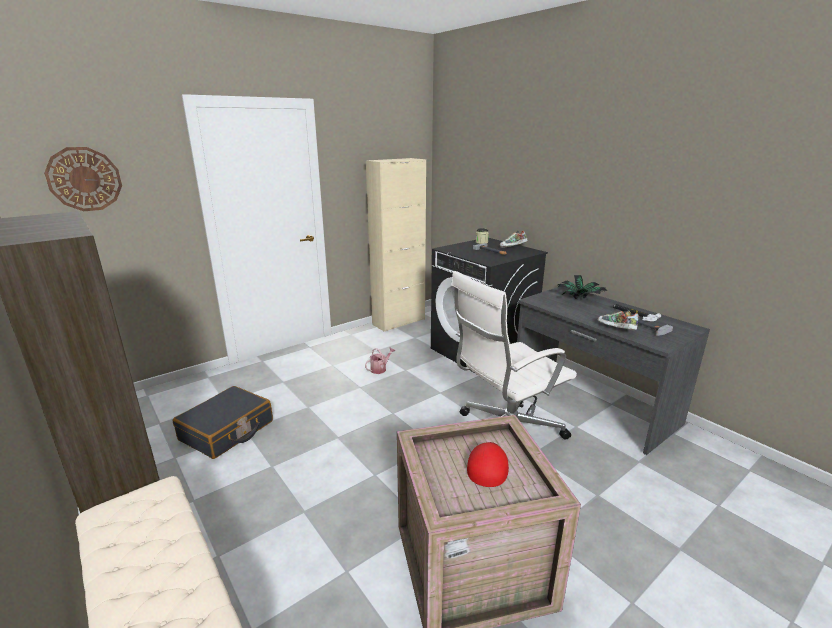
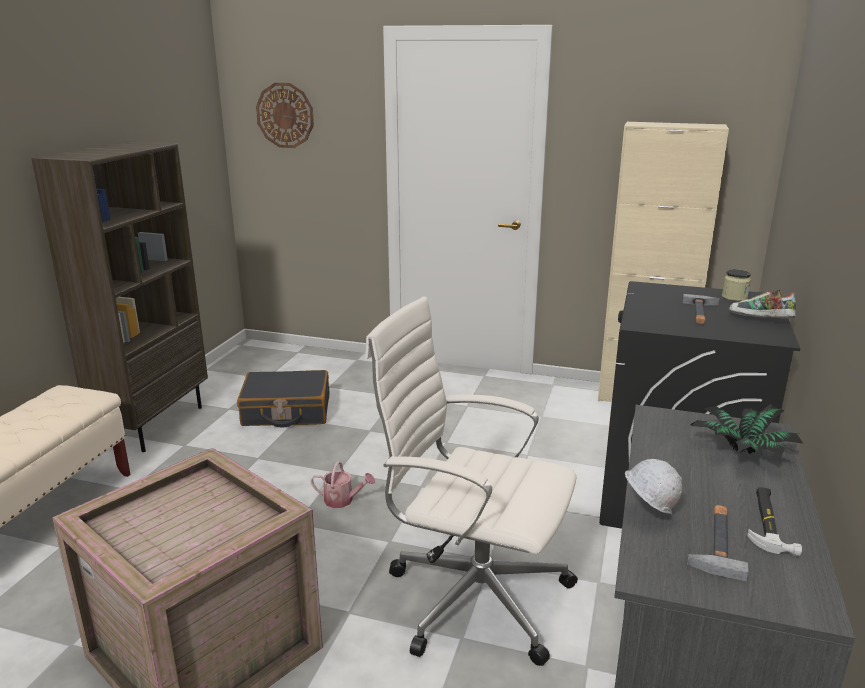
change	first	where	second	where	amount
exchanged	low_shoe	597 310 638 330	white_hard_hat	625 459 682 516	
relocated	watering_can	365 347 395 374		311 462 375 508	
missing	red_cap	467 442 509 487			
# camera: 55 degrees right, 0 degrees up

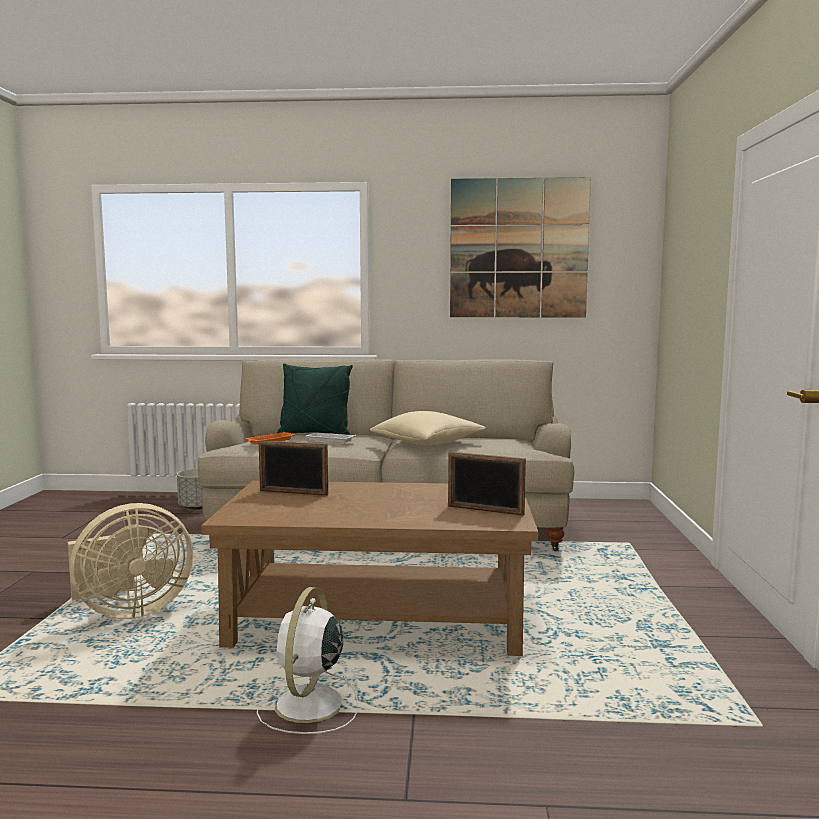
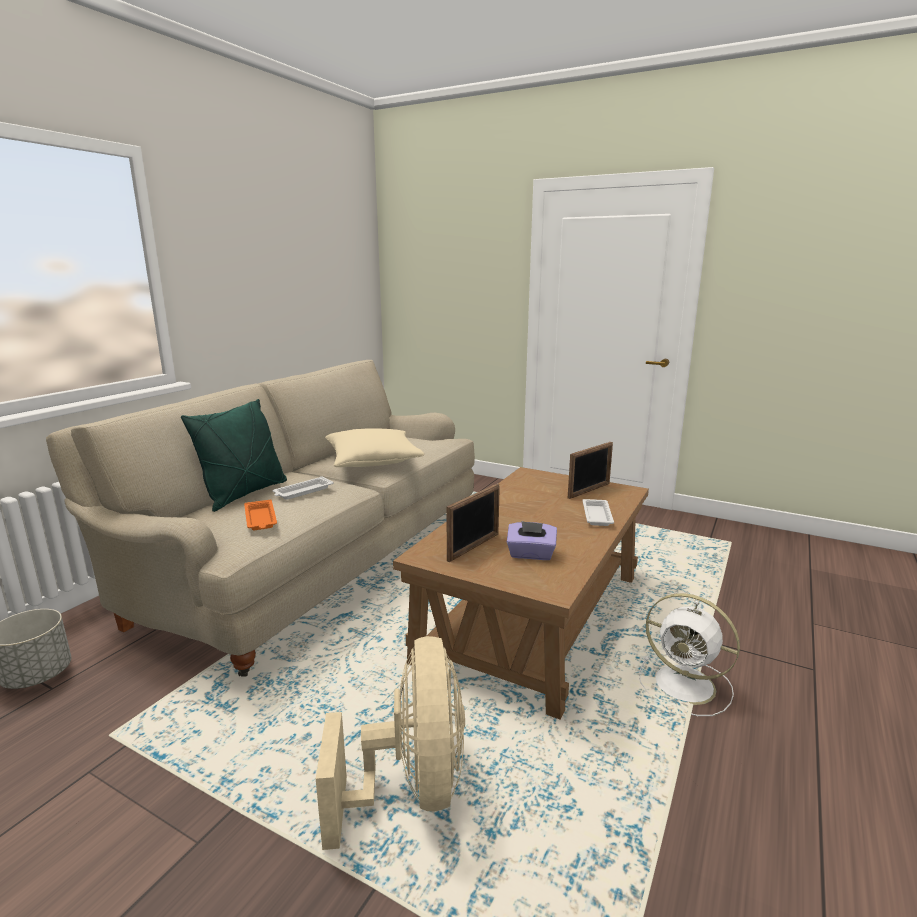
change	first	where	second	where	amount
missing	picture	450 177 591 317			
appeared			white_carrying_tray	582 499 614 526	
appeared			purple-coloured_tissue_box	507 521 557 560	
# camera: 65 degrees left, 10 degrees up

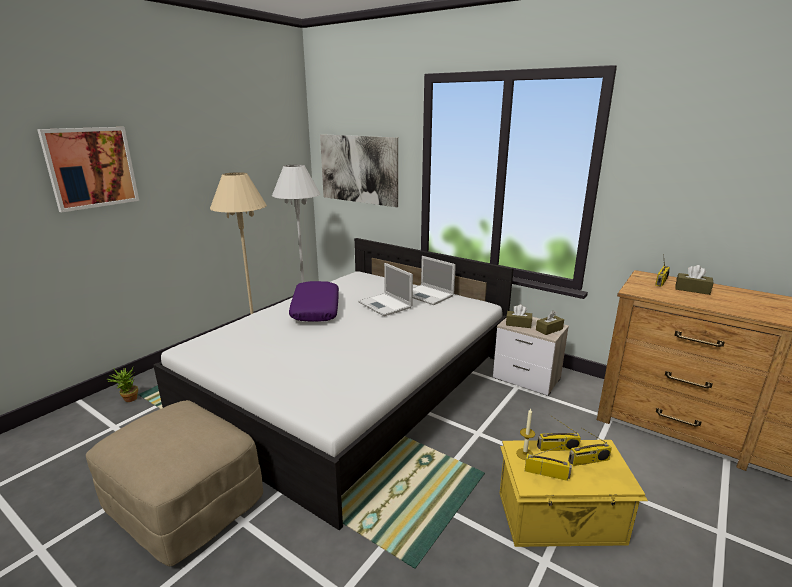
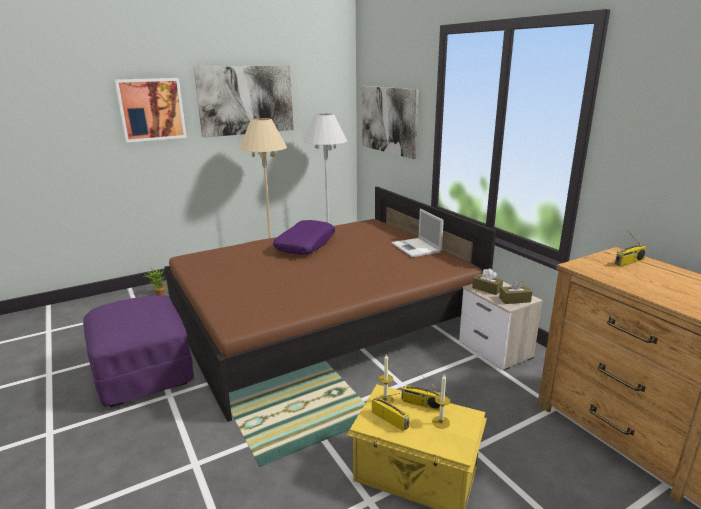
change	first	where	second	where	amount
colour	white_bedroom_bed	153 238 514 530	brownish_bedroom_bed	165 186 496 422	
missing	portable_computer	358 263 413 316			
missing	brownish_tissue_box	676 265 714 295			
colour	sand-coloured_ottoman	86 400 263 566	purple-coloured_ottoman	83 295 194 407	
exchanged	radio_set	568 427 612 466	wax_light	432 374 450 429	
appeared			picture	194 66 294 138	
# camera: 25 degrees right, 0 degrees up

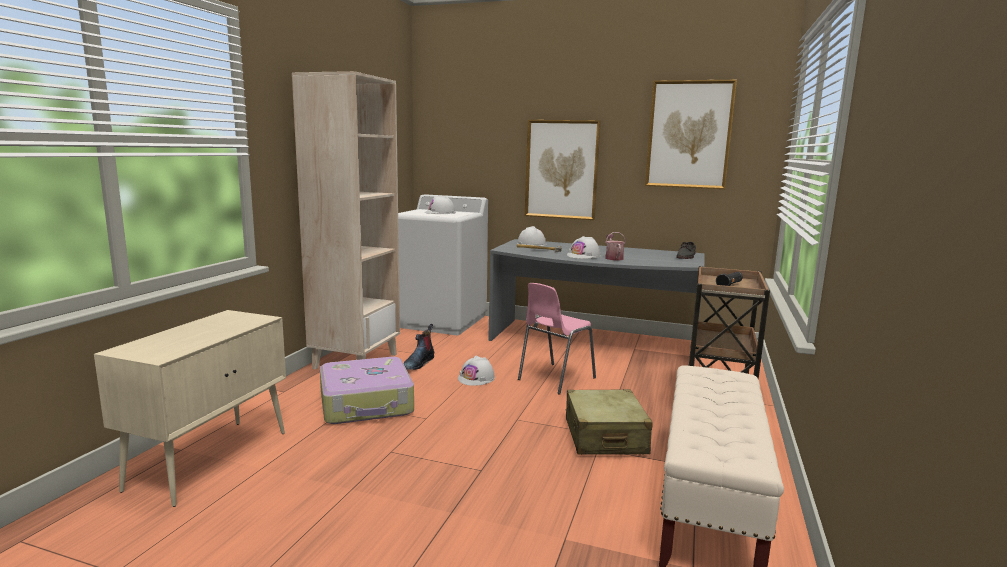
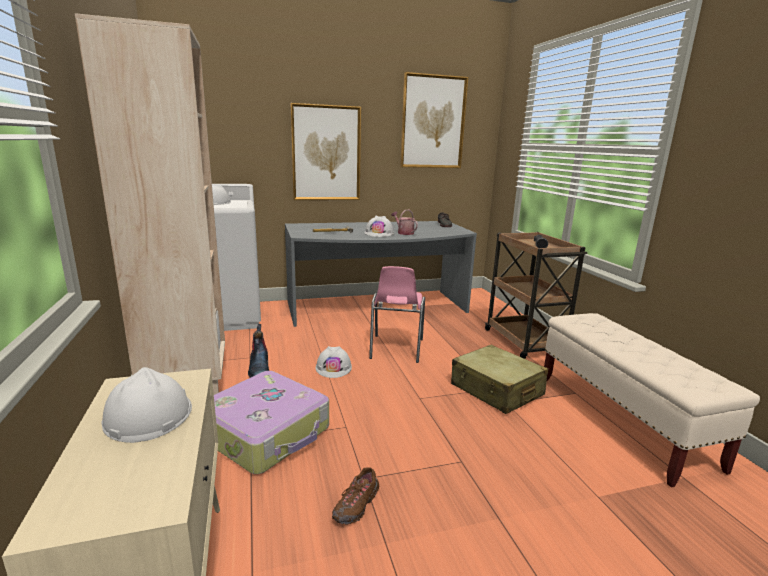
change	first	where	second	where	amount
relocated	white_hard_hat	517 226 547 246		102 367 192 443	
appeared			brownish_low_shoe	332 467 379 524	
# camera: 35 degrees left, 5 degrees up

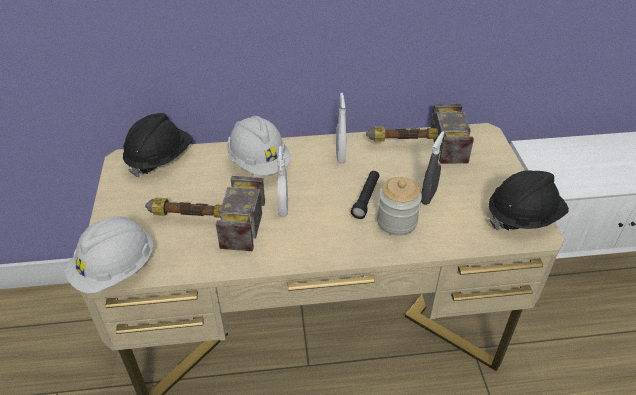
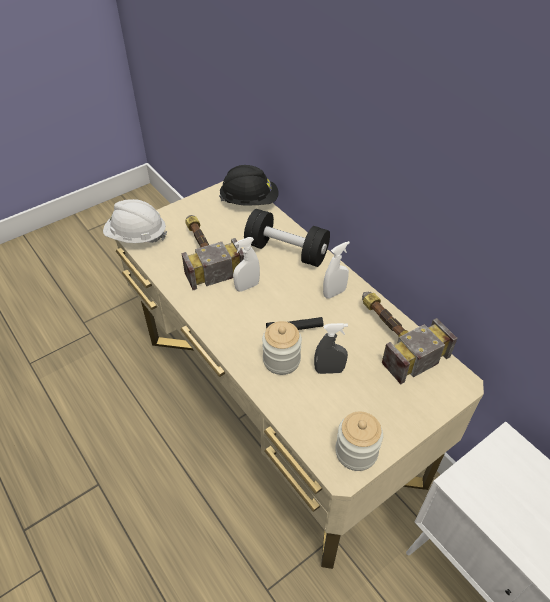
change	first	where	second	where	amount
exchanged	white_hard_hat	227 116 291 176	black_free_weight	244 209 330 267	
exchanged	black_hard_hat	489 171 569 231	jar	335 411 383 471	
# camera: 60 degrees right, 5 degrees up

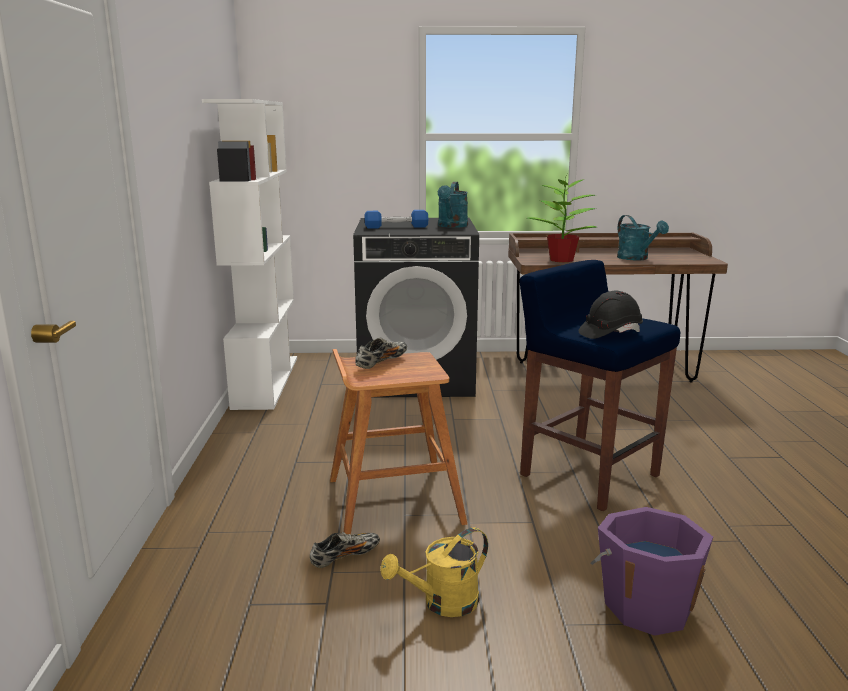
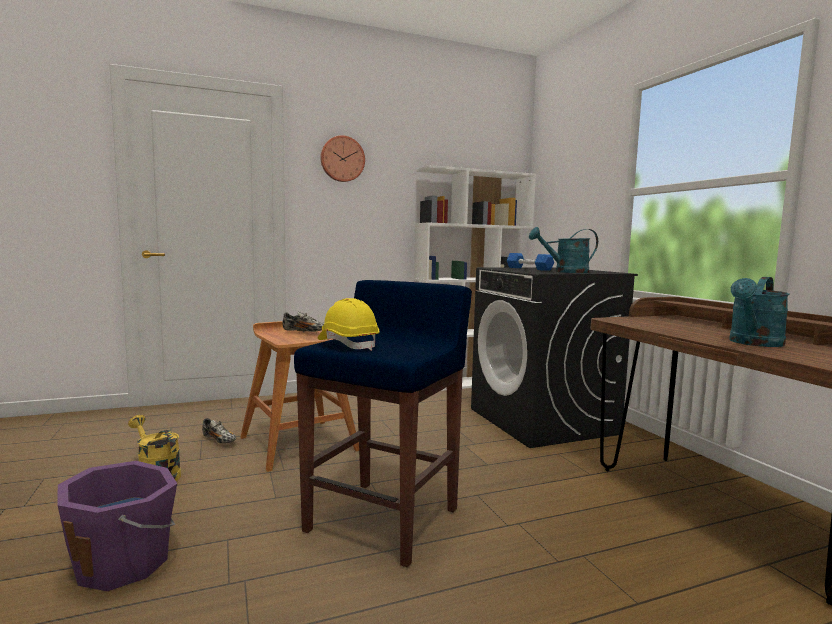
change	first	where	second	where	amount
missing	potted_plant	528 174 597 262			
colour	black_hard_hat	579 291 643 339	yellow_hard_hat	318 298 379 351	
appeared			clock_on_the_wall	320 135 365 182	
# camera: 70 degrees right, 10 degrees down

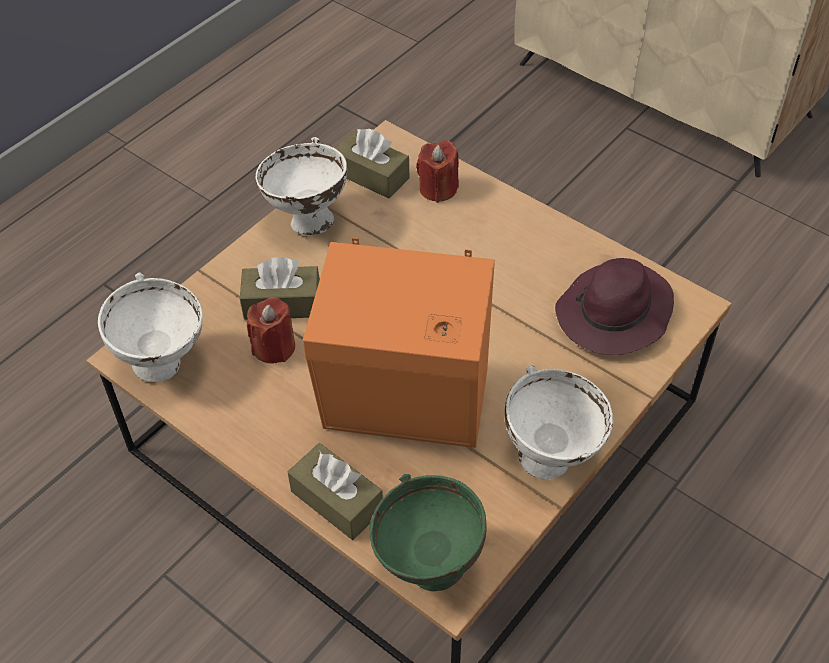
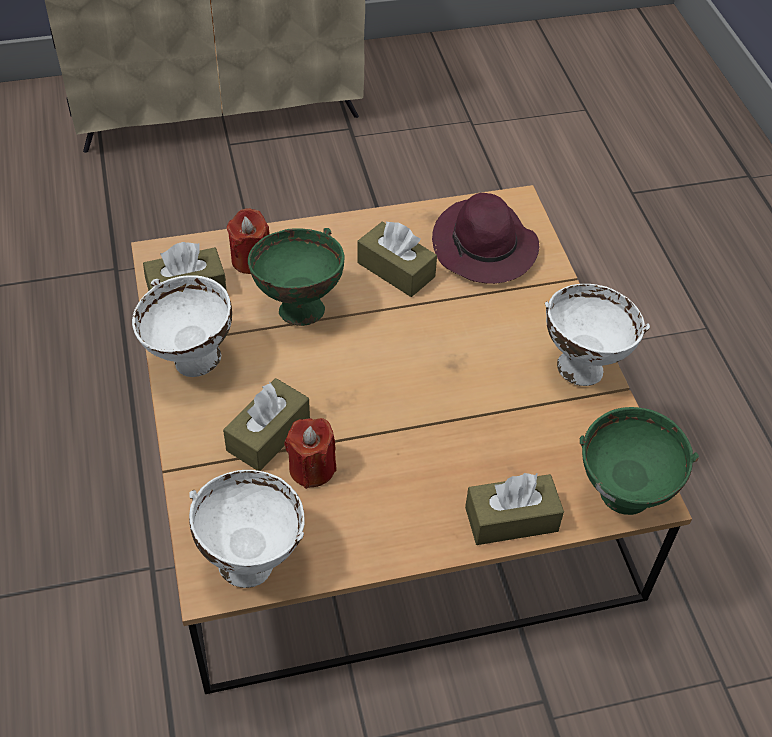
change	first	where	second	where	amount
missing	orangey_loudspeaker	303 238 495 448			
appeared			brownish_tissue_box	357 221 437 297	
appeared			greenish_serving_bowl	248 228 345 326	
# camera: 55 degrees left, 0 degrees up

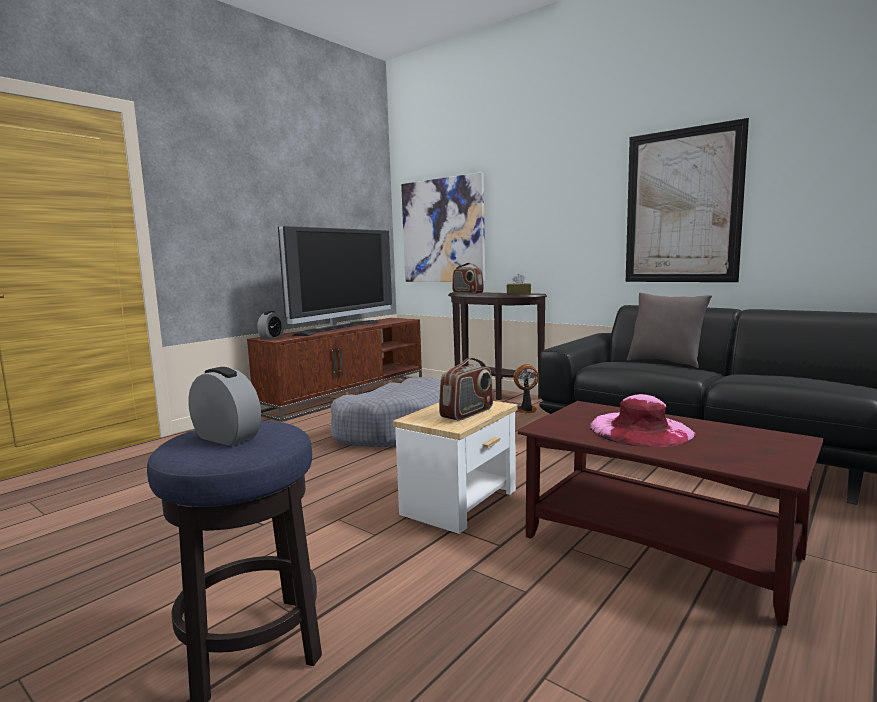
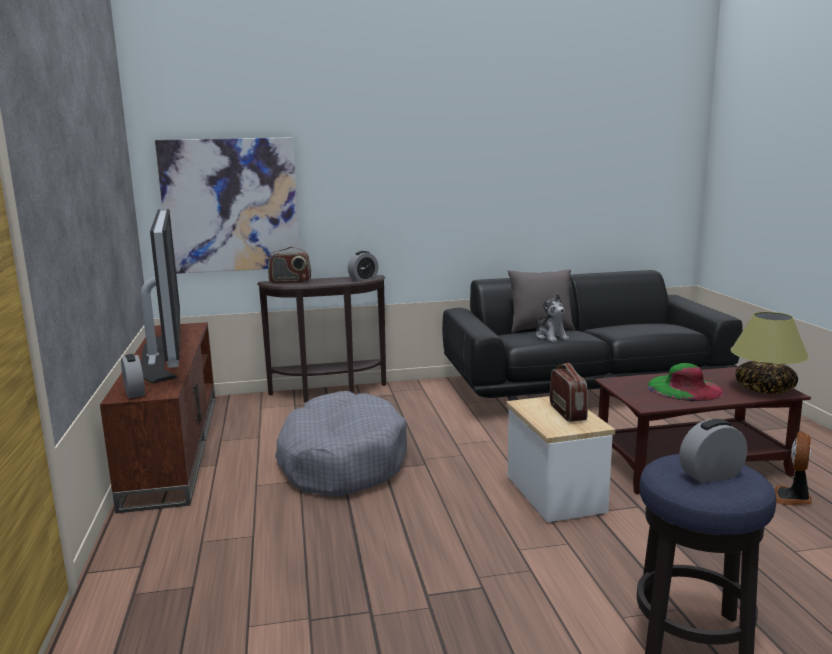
change	first	where	second	where	amount
missing	picture	626 118 749 282			
exchanged	brownish_tissue_box	506 274 531 295	bedside_clock	348 251 378 281	
relocated	electric_fan	514 364 539 413		775 432 812 505	
colour	pinkish_clothing_hat	590 394 696 447	greenish_clothing_hat	647 363 723 401	
appeared			plush_toy	536 294 569 342	
appeared			table_lamp	731 312 809 394	
# camera: 50 degrees left, 5 degrees up

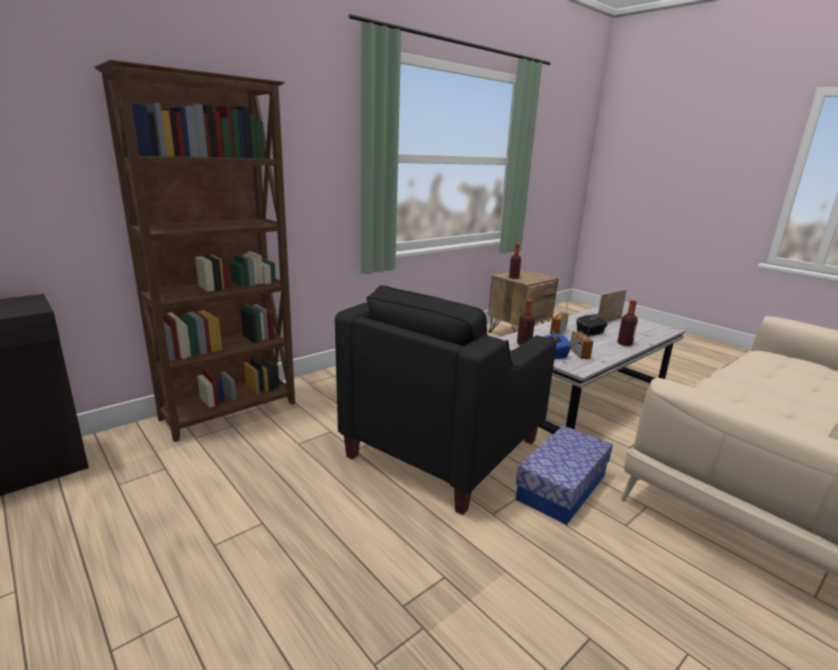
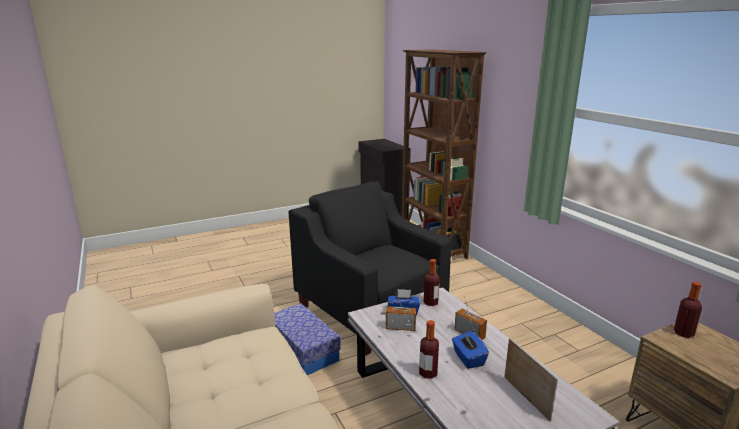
change	first	where	second	where	amount
colour	black_tissue_box	576 313 608 336	blue_tissue_box	452 331 489 369	
# camera: 105 degrees right, 0 degrees up

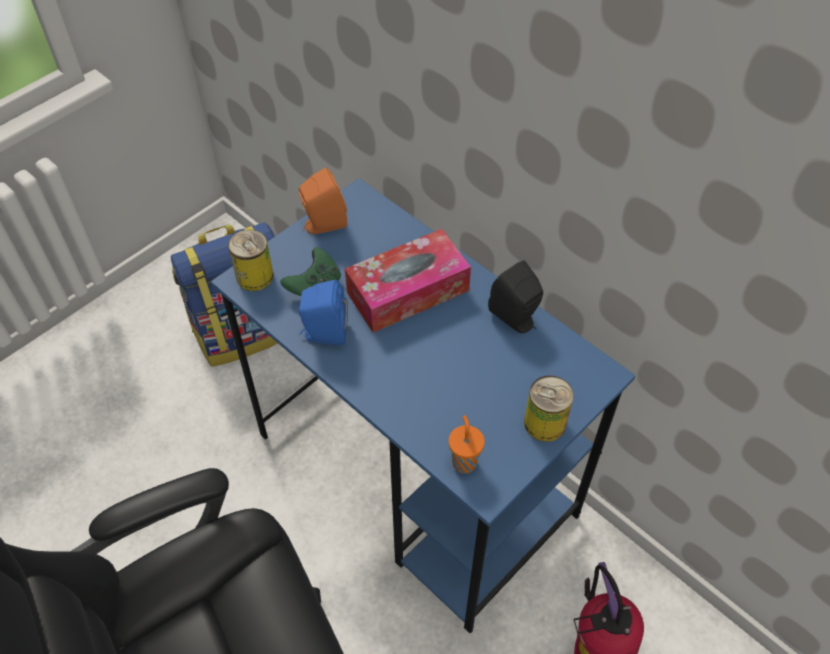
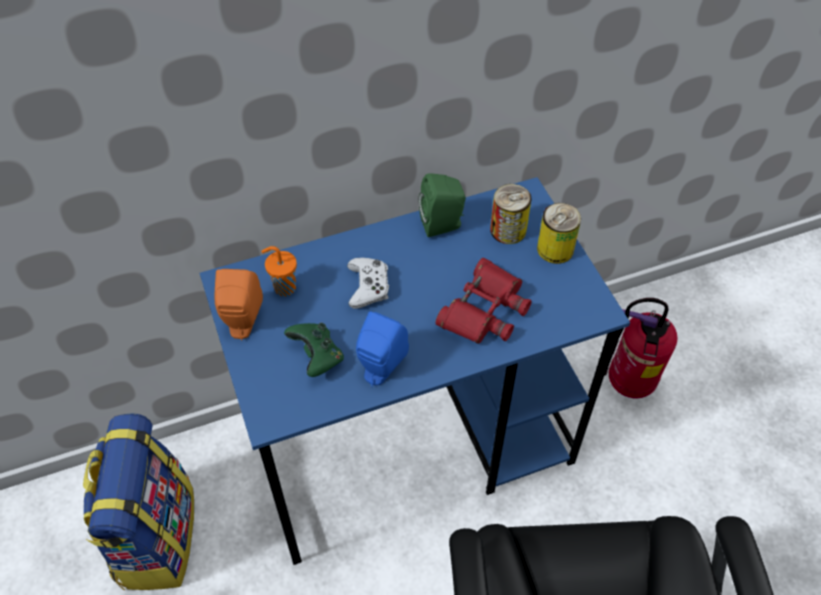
change	first	where	second	where	amount
exchanged	tissue_box	345 229 471 333	white_joypad	347 258 389 309	
relocated	sealed_can	228 230 273 291		490 184 531 244	
colour	black_loudspeaker	488 260 543 333	greenish_loudspeaker	418 173 466 237	
relocated	orangey_cup	448 415 485 474		261 246 297 296	
appeared			red_field_glasses	435 258 532 344	
# camera: 65 degrees left, 0 degrees up

